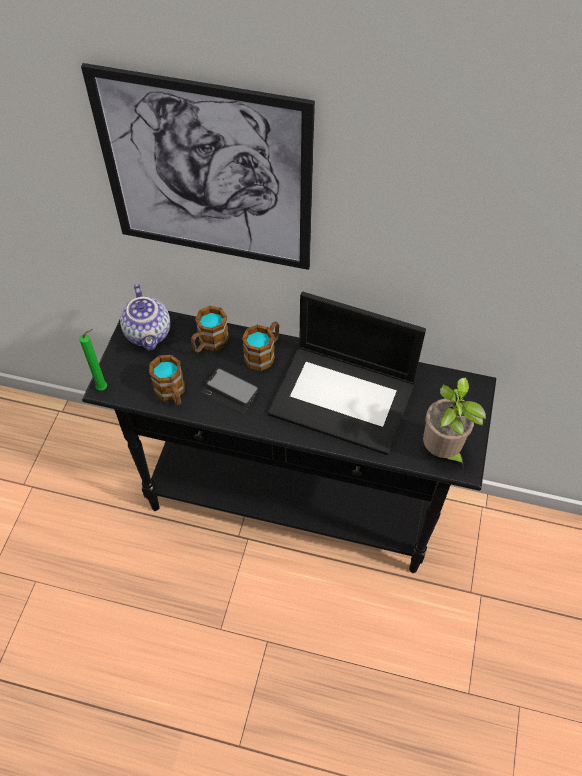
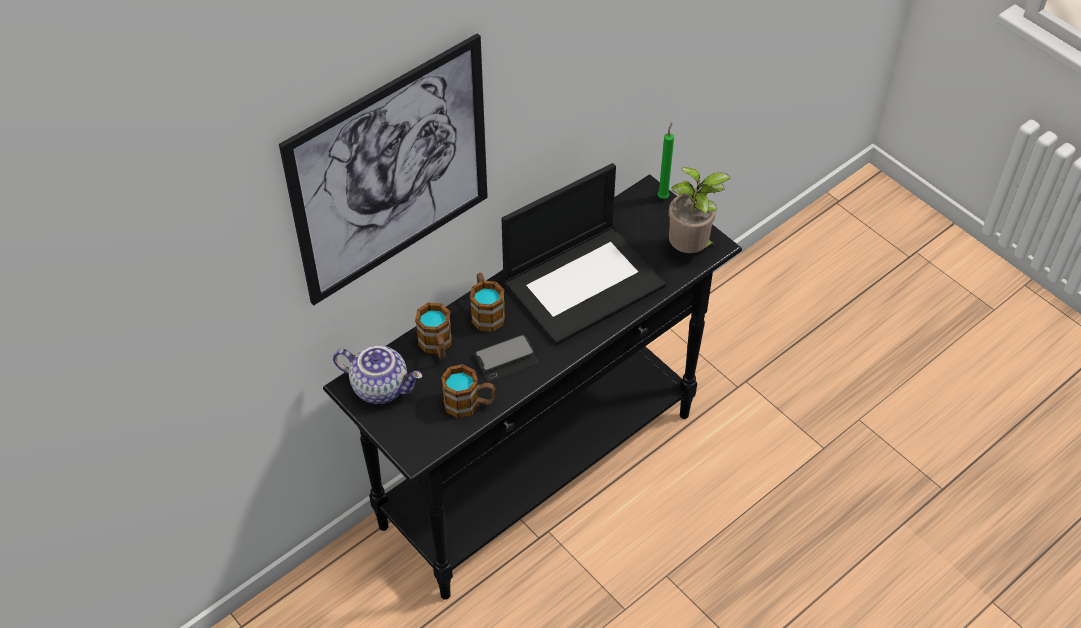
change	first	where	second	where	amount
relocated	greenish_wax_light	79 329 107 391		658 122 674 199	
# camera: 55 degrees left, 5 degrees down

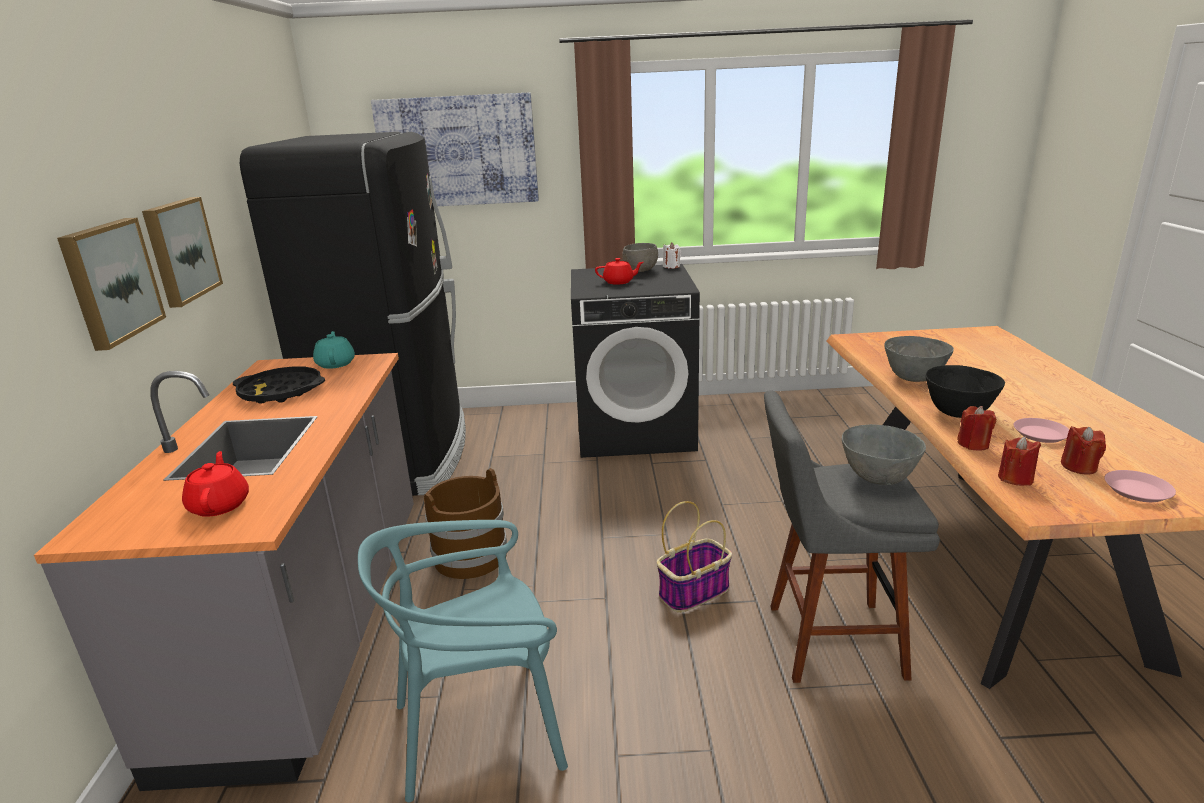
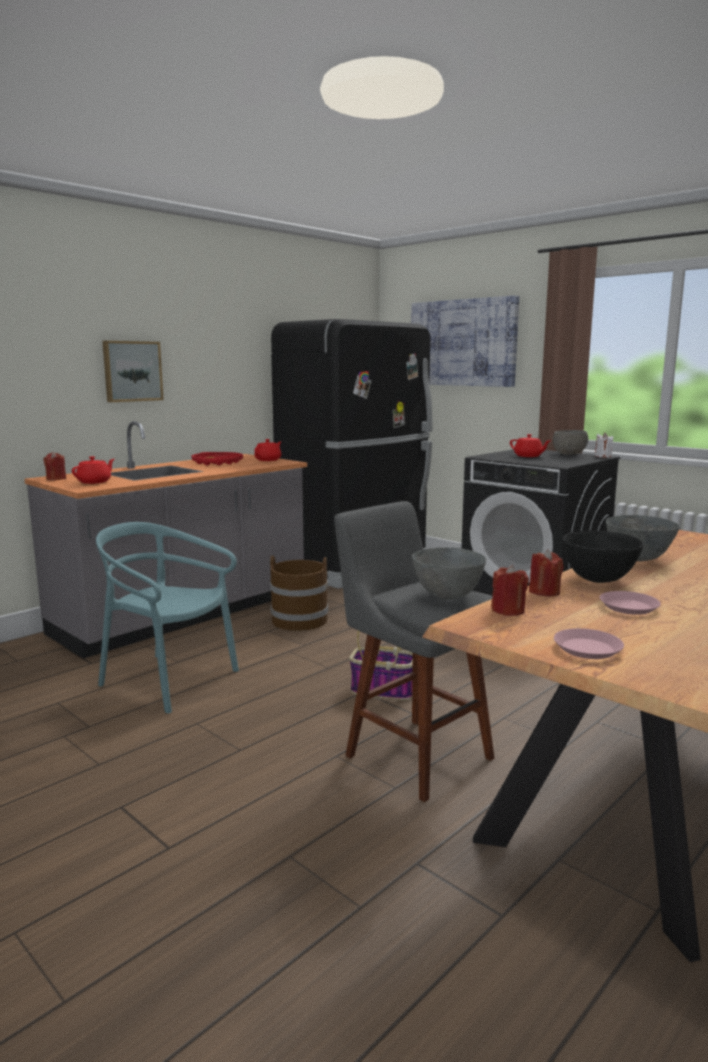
change	first	where	second	where	amount
missing	picture	142 197 223 308			
colour	turquoise-coloured_tea_pot	313 331 355 369	red_tea_pot	254 439 281 461	
colour	black_carrying_tray	233 366 325 404	red_carrying_tray	192 452 243 465	
relocated	red_wax_light	1061 426 1106 475		44 452 66 480	
# camera: 45 degrees right, 10 degrees down

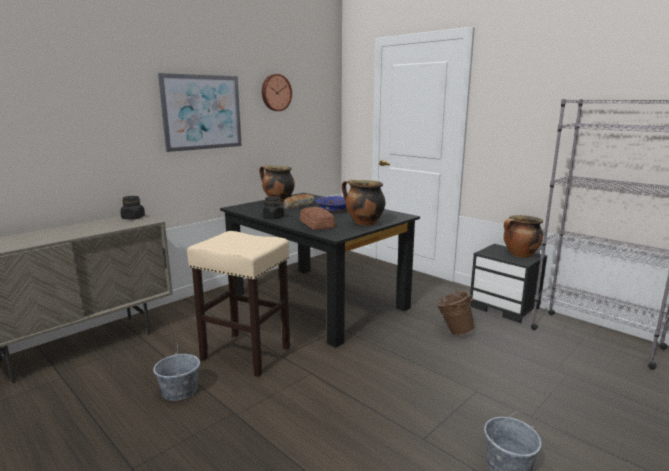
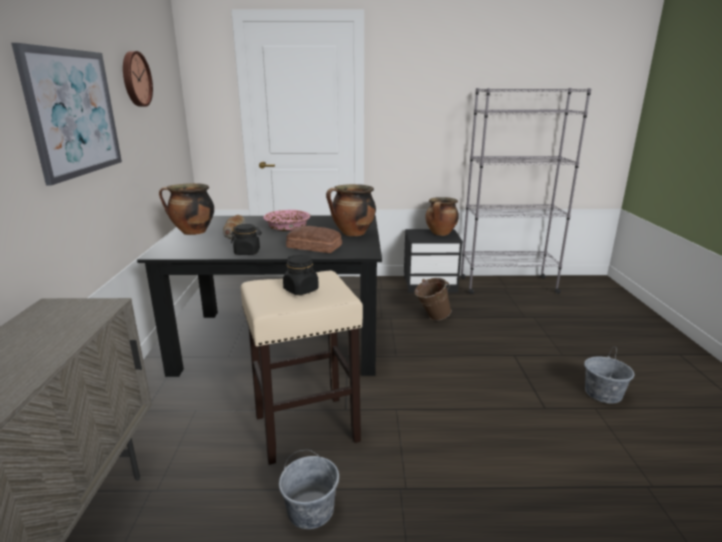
change	first	where	second	where	amount
relocated	black_jar	120 196 145 220		283 255 319 295	
colour	blue_serving_bowl	316 196 347 213	pinkish_serving_bowl	263 210 310 231	
# camera: 45 degrees left, 5 degrees up

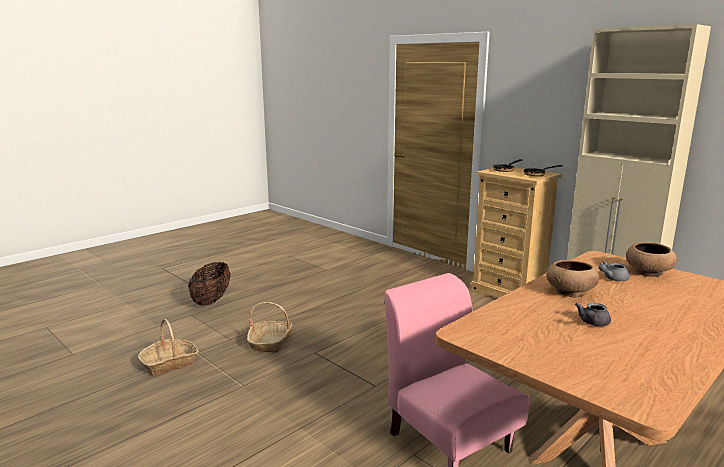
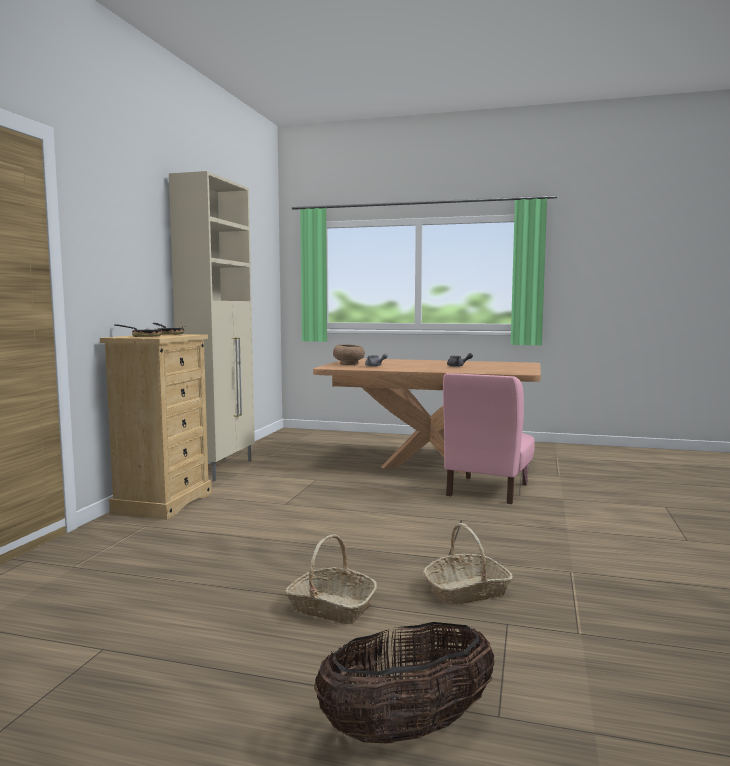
change	first	where	second	where	amount
missing	brownish_serving_bowl	547 260 599 298			
relocated	storage_basket	138 319 199 376		286 534 377 624	
# camera: 120 degrees left, 10 degrees down

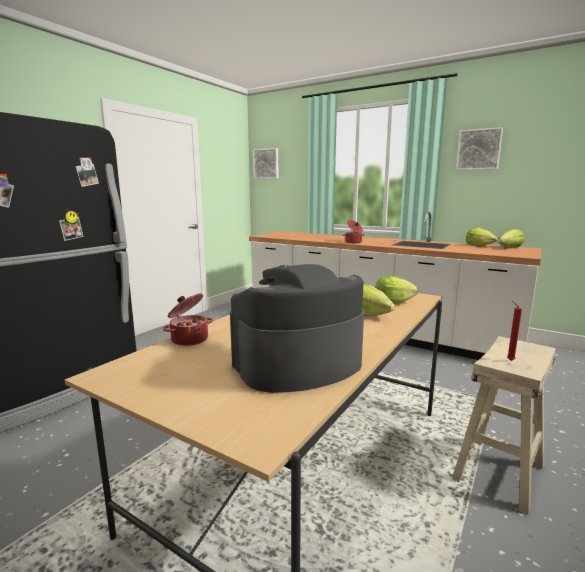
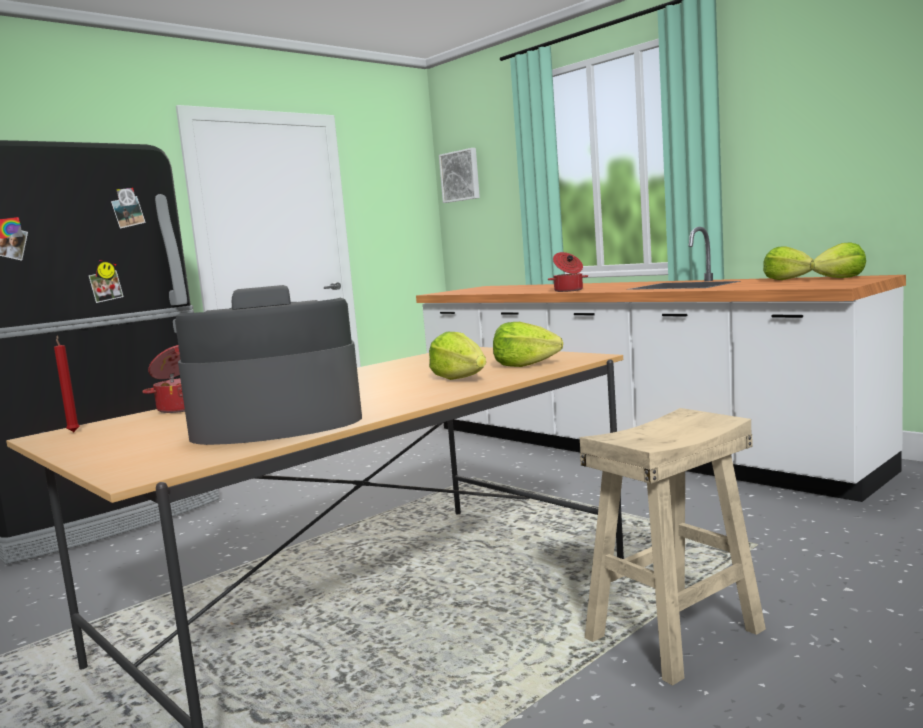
change	first	where	second	where	amount
missing	picture	456 127 503 170			
relocated	red_wax_light	507 301 522 361		54 336 79 432	
# camera: 15 degrees right, 5 degrees down

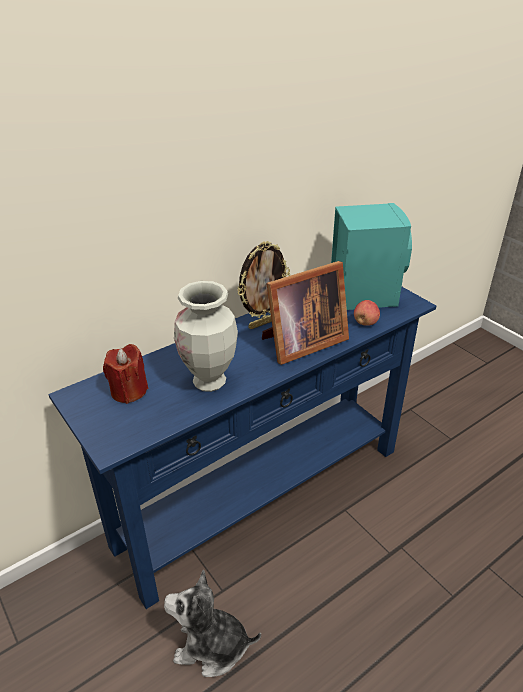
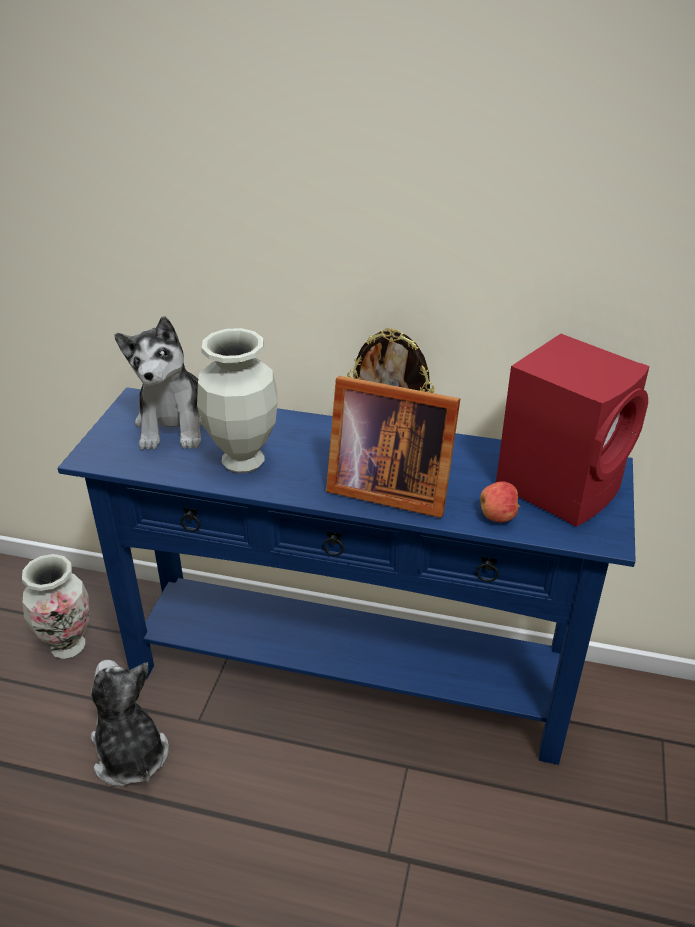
change	first	where	second	where	amount
colour	turquoise-coloured_loudspeaker	331 203 412 310	red_loudspeaker	496 334 650 527	
exchanged	red_wax_light	103 344 148 404	plush_toy	114 316 203 450	
appeared			flower_vase	22 554 90 659	
# camera: 50 degrees right, 0 degrees up

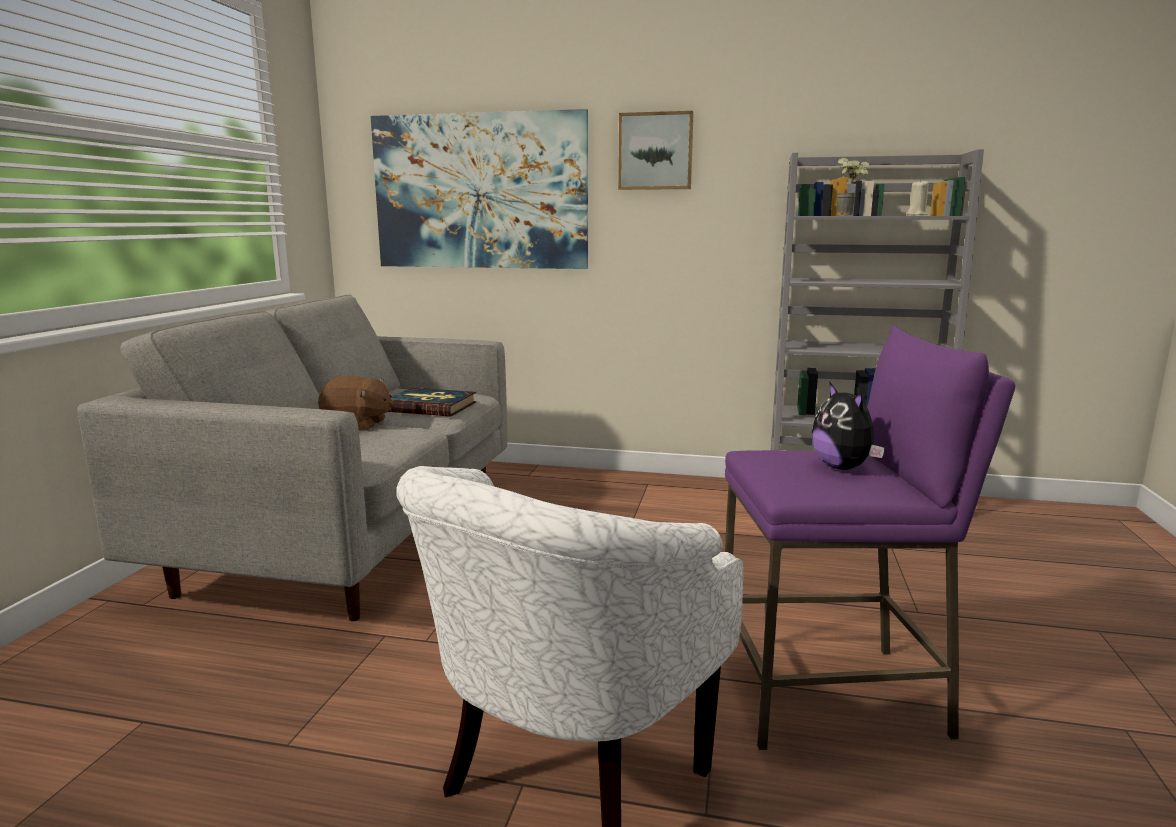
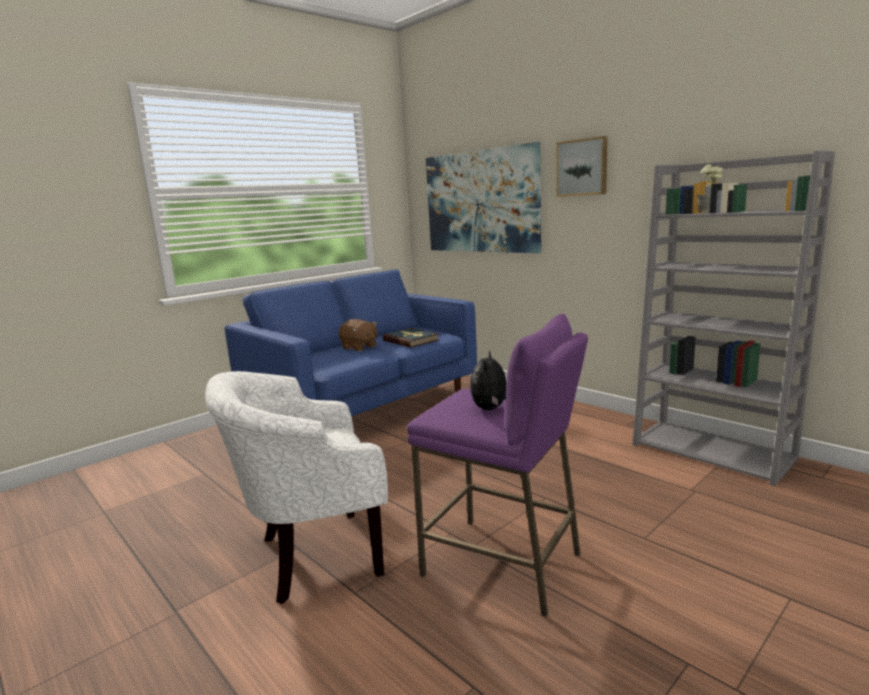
change	first	where	second	where	amount
missing	sand-coloured_wax_light	906 179 929 216			
colour	gray_couch	77 295 508 621	blue_couch	225 269 477 416	
# camera: 35 degrees right, 0 degrees up

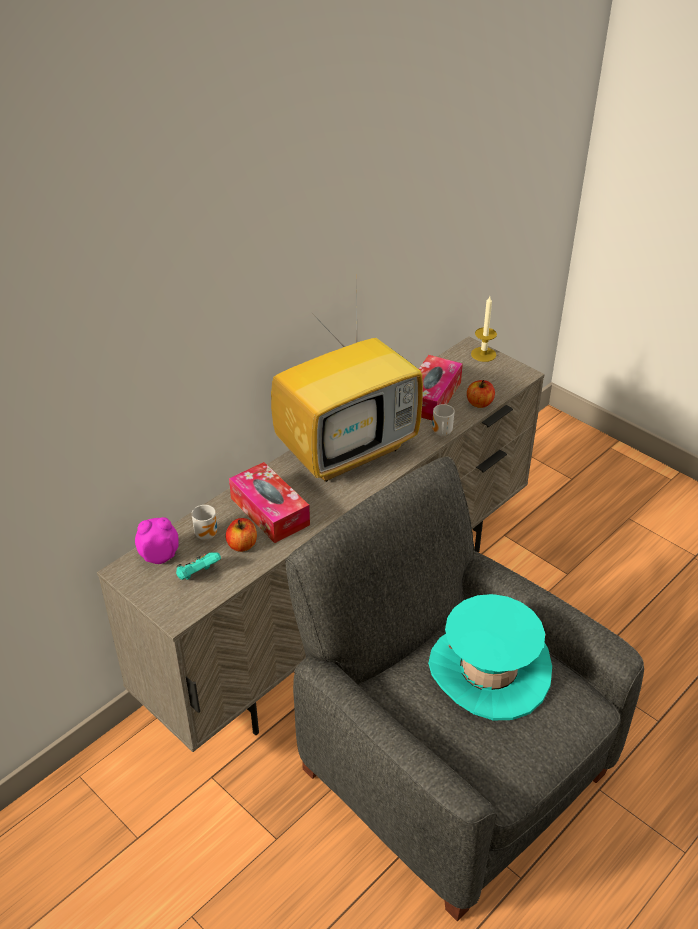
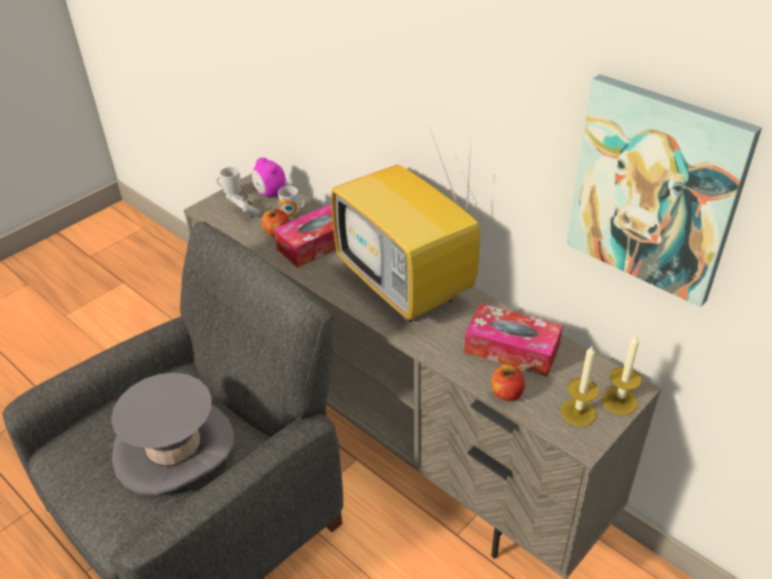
change	first	where	second	where	amount
relocated	coffee_mug	432 404 455 436		216 167 242 195	
spun	bedside_clock	135 517 179 564		252 157 286 198	150 degrees clockwise
colour	turquoise-coloured_joypad	176 553 221 580	white_joypad	226 193 260 217	
colour	turquoise-coloured_clothing_hat	428 594 552 720	gray_clothing_hat	111 373 234 495	
appeared			picture	566 74 762 307	
appeared			wax_light	561 346 599 427	
# camera: 90 degrees right, 0 degrees up

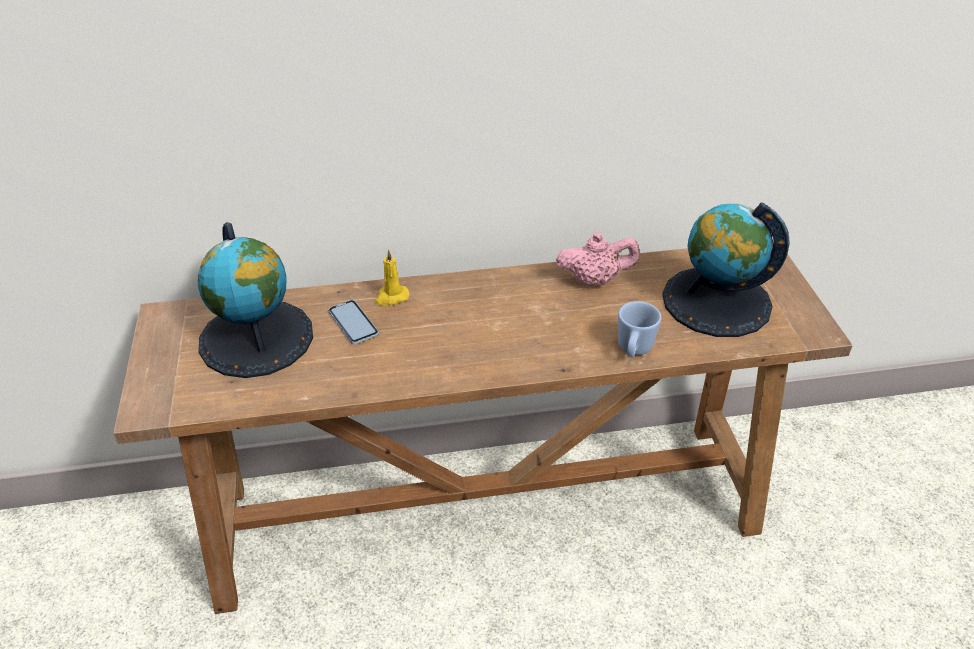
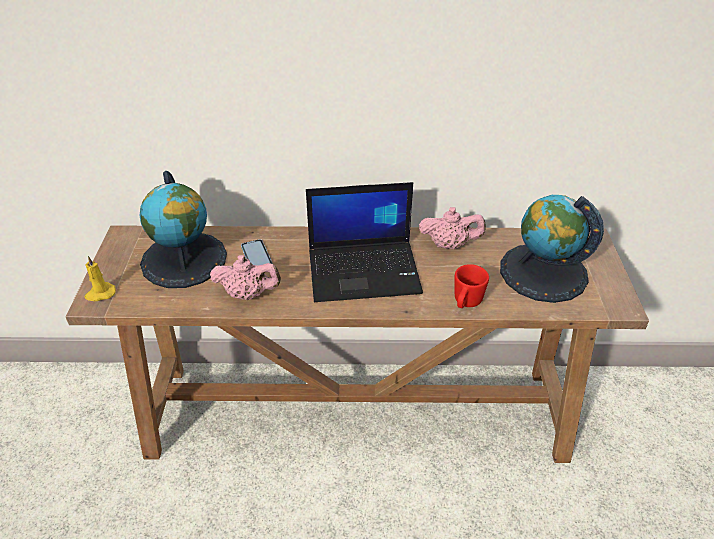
change	first	where	second	where	amount
relocated	yellow_wax_light	375 249 410 306		84 256 116 301	
colour	blue_coffee_mug	618 301 661 357	red_coffee_mug	455 264 489 308	
appeared			portable_computer	306 182 423 302	
appeared			pinkish_tea_pot	210 255 281 300	
# camera: 10 degrees right, 0 degrees up

